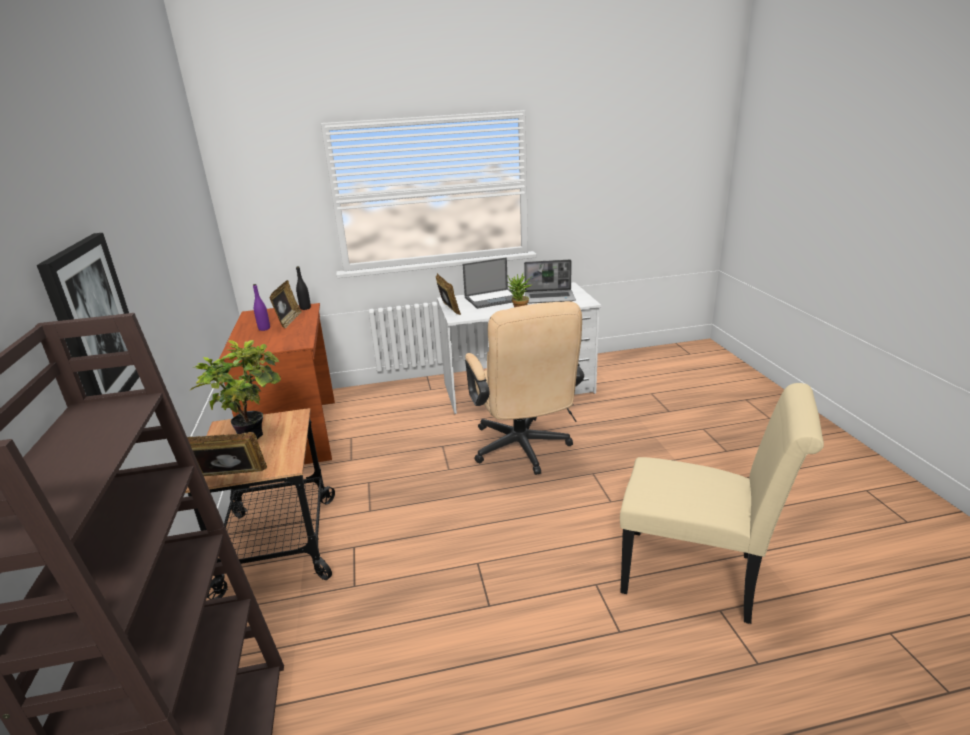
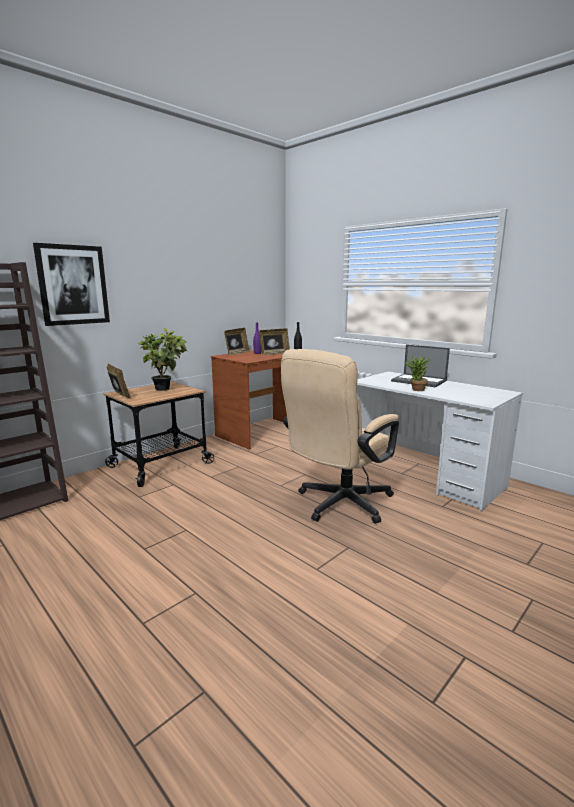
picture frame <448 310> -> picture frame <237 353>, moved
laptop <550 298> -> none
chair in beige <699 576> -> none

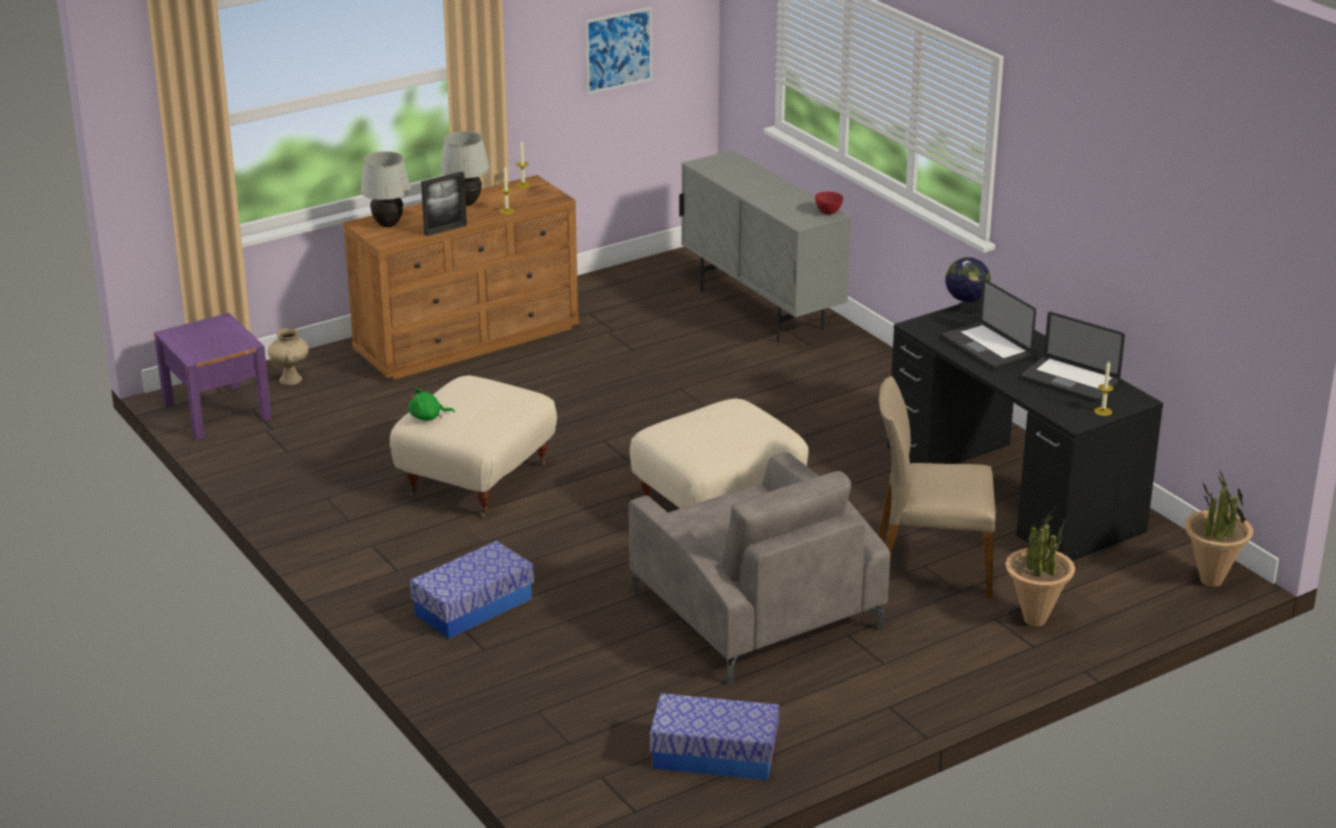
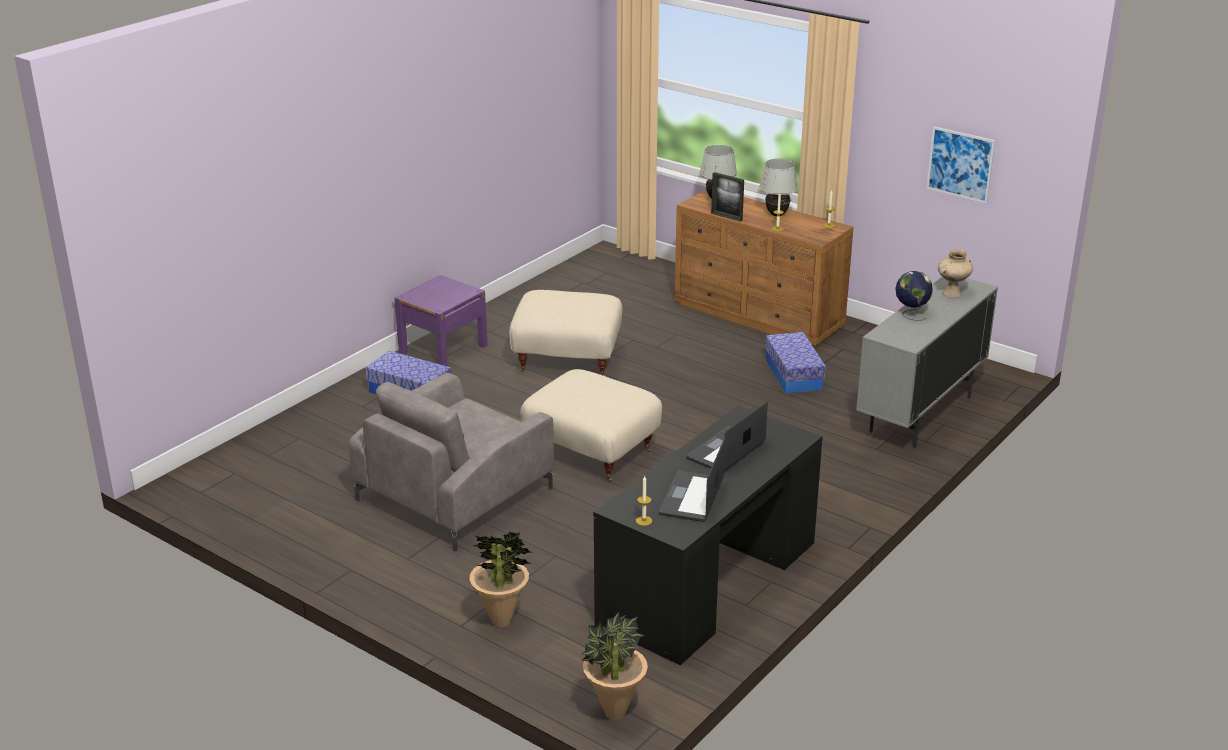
nightstand in purple <217 411> -> nightstand in purple <443 349>, moved
vase in beige <291 380> -> vase in beige <952 294>, moved
plush toy in green <428 417> -> none
storage box <714 755> -> storage box <793 374>, moved
bowl in red <827 212> -> none
chair in beige <931 567> -> none
globe <965 311> -> globe <911 314>, moved

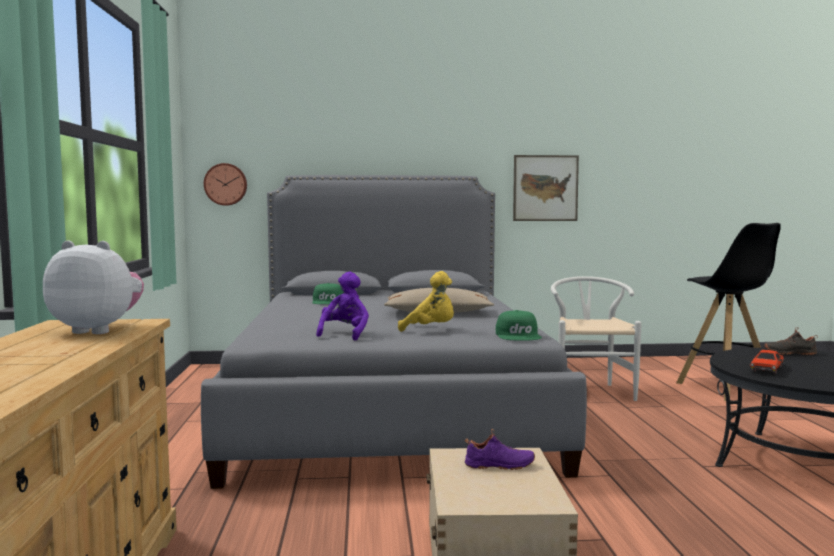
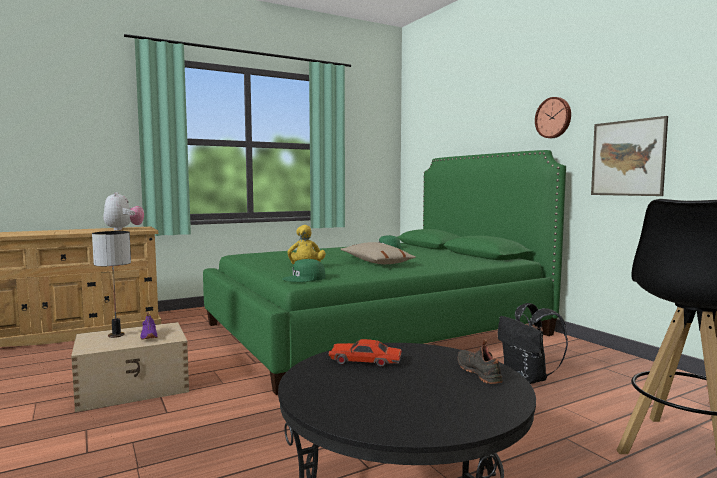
bed in grey <387 406> -> bed in green <376 329>
wall clock <226 184> -> wall clock <554 118>, moved
plush toy in purple <345 334> -> none
chair in white <590 391> -> backpack in black <527 379>
none -> table lamp <116 335>

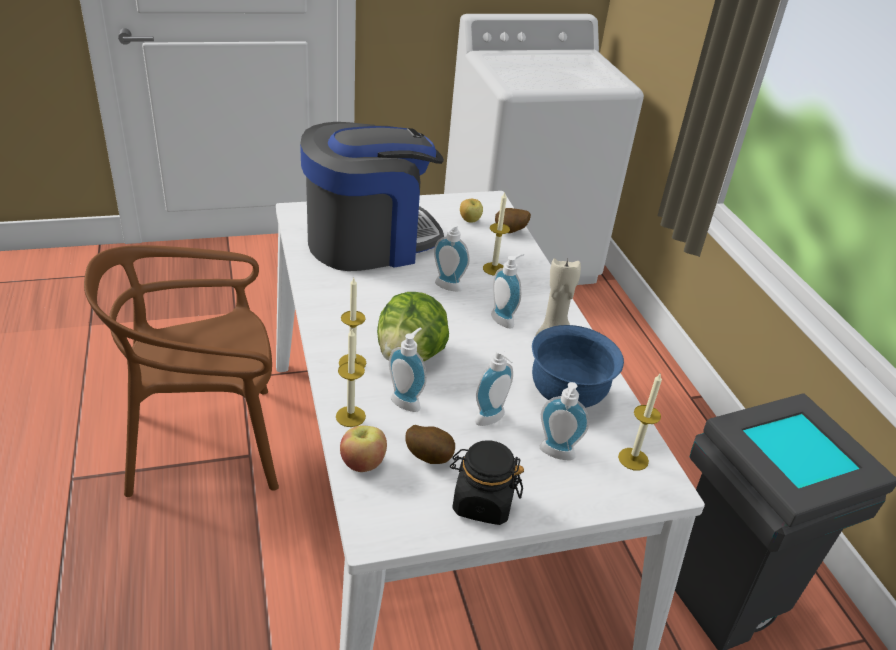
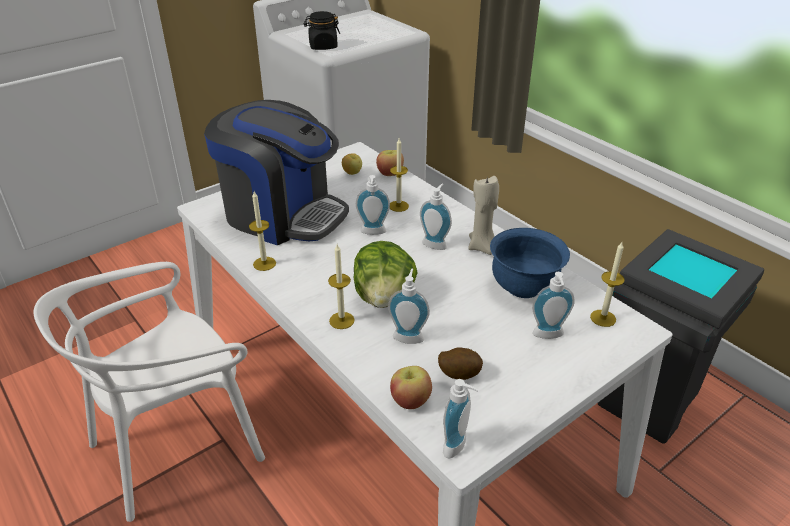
chair in brown <205 444> -> chair in white <176 446>
coffee machine <370 241> -> coffee machine <283 214>, 75 degrees clockwise
candle <350 416> -> candle <264 264>, moved
jar in black <482 502> -> jar in black <323 46>, moved
soap dispenser <492 420> -> soap dispenser <458 446>, moved
potato <510 232> -> apple <390 173>

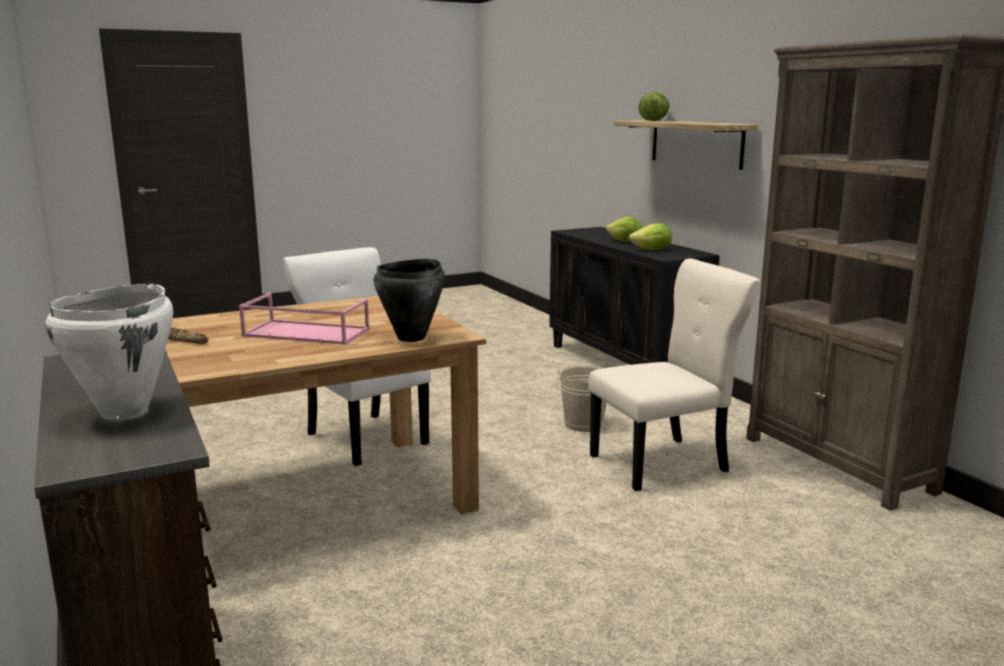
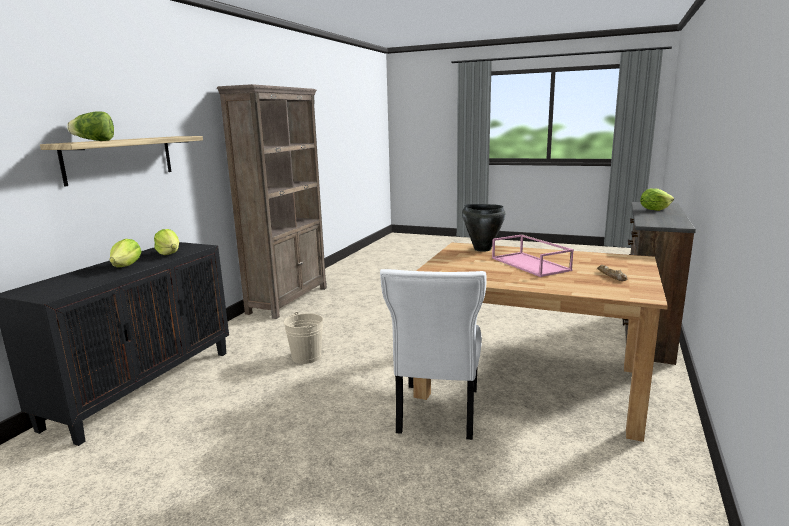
cooking pot in white <125 412> -> lettuce <654 210>
chair in beige <664 463> -> none

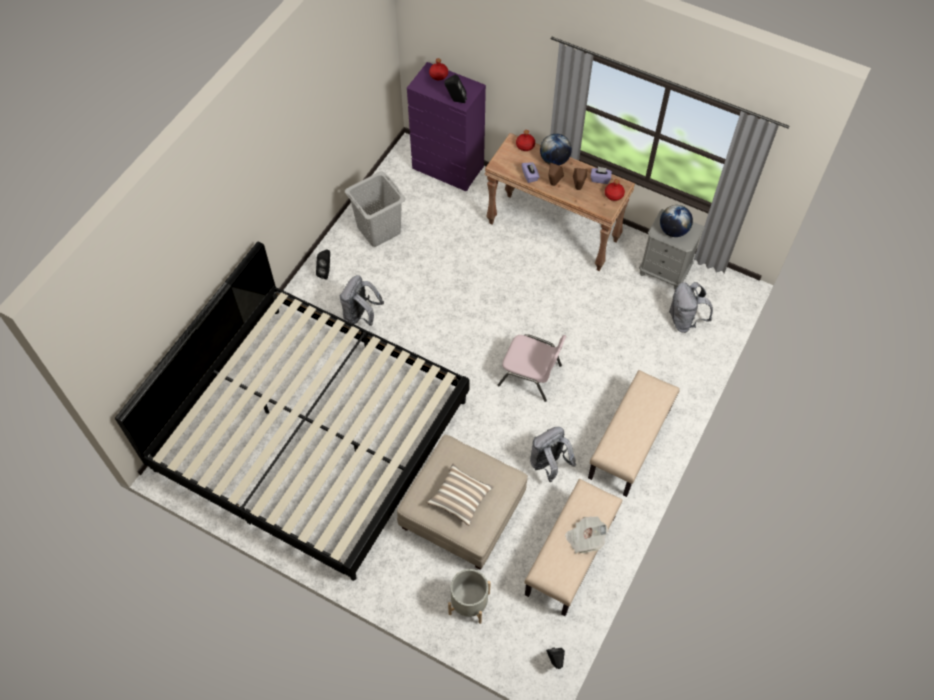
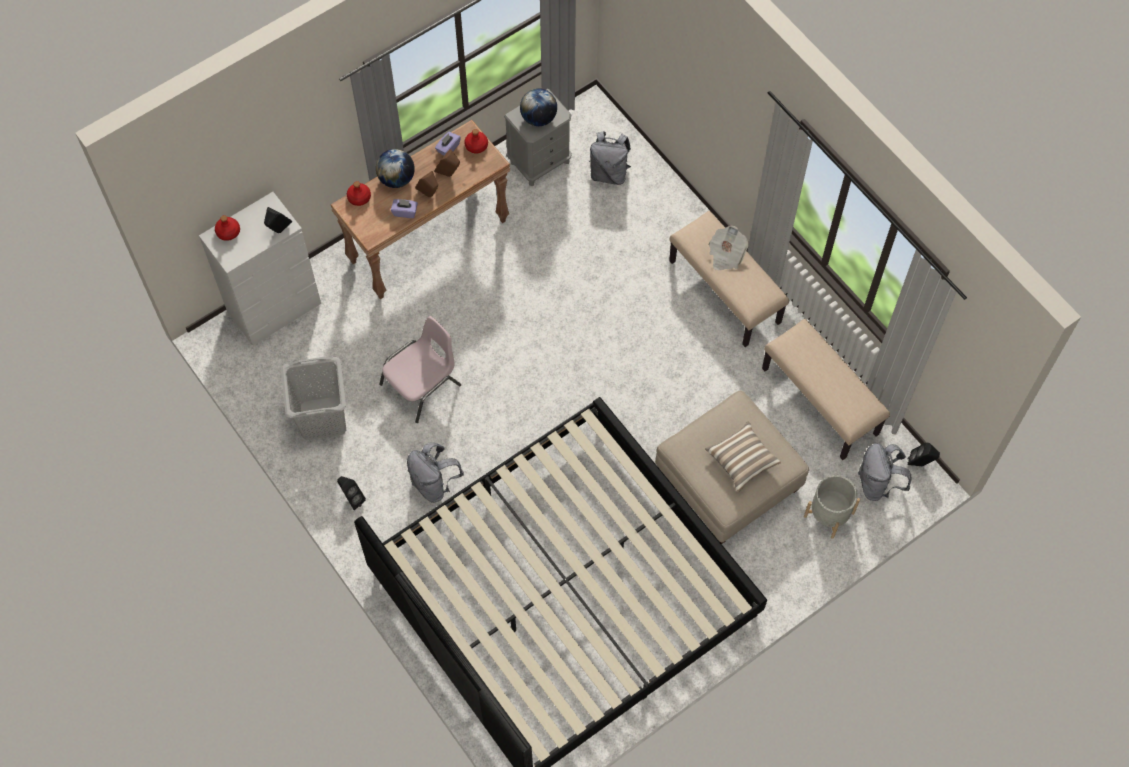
dresser in purple <448 168> -> dresser in white <275 307>
chair in pink <531 375> -> chair in pink <422 385>, moved
backpack in grey <549 464> -> backpack in grey <877 484>, moved
newspaper <585 538> -> newspaper <726 255>, moved

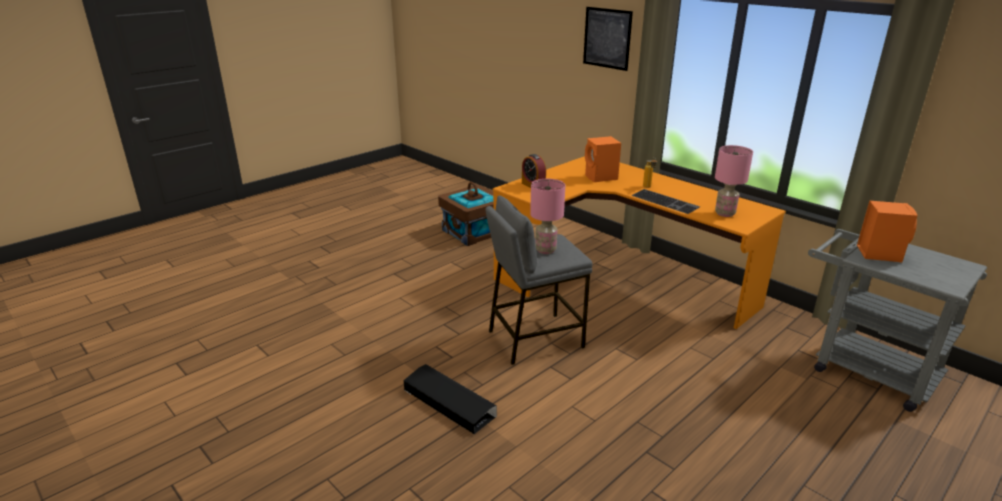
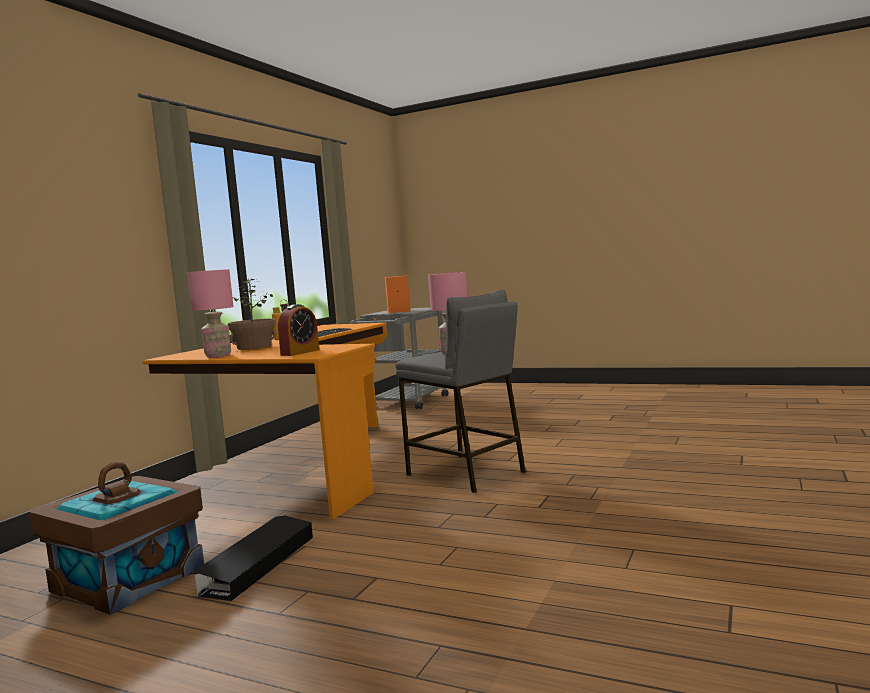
storage box in black <449 403> -> storage box in black <256 565>, moved
picture <607 38> -> none
speaker in orange <601 177> -> potted plant <254 347>
table lamp in pink <725 213> -> table lamp in pink <218 356>, moved

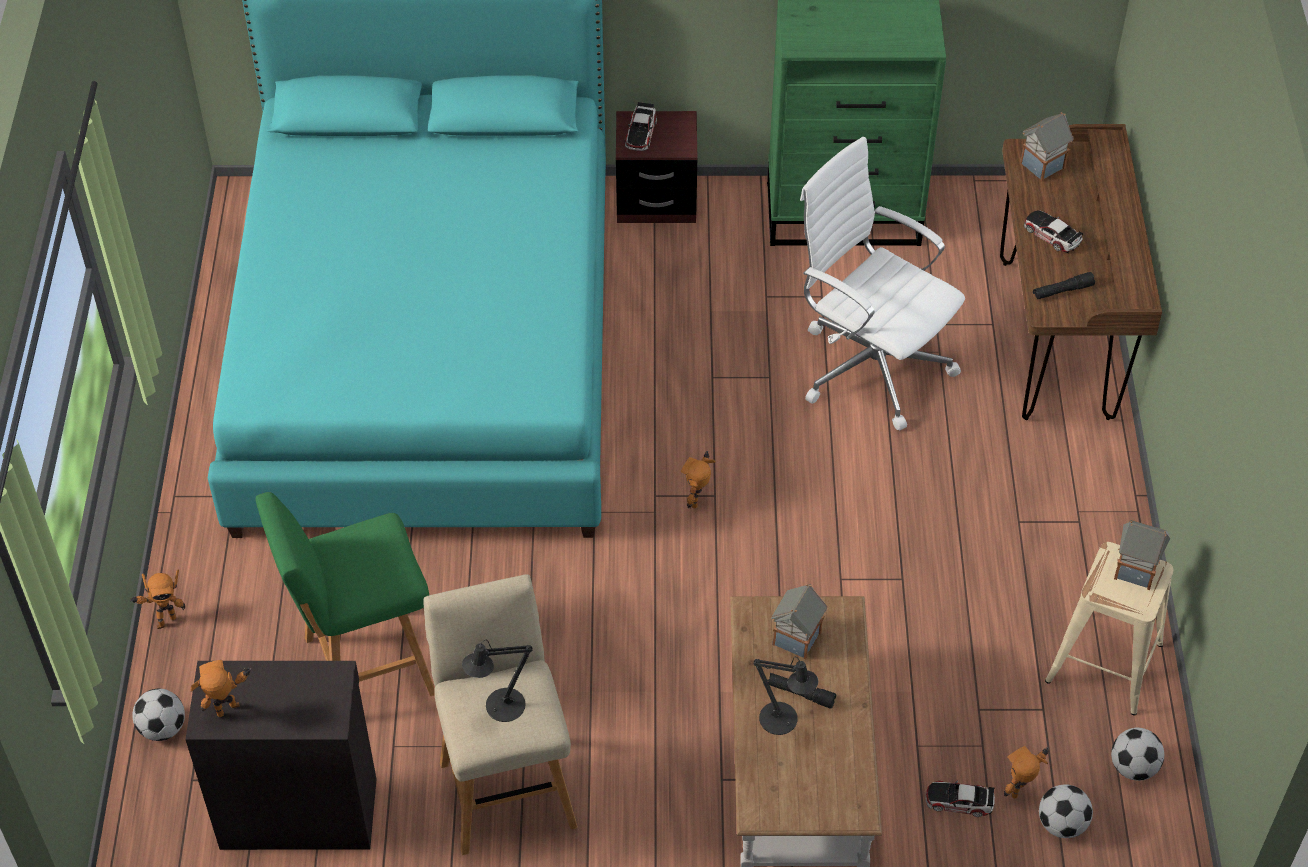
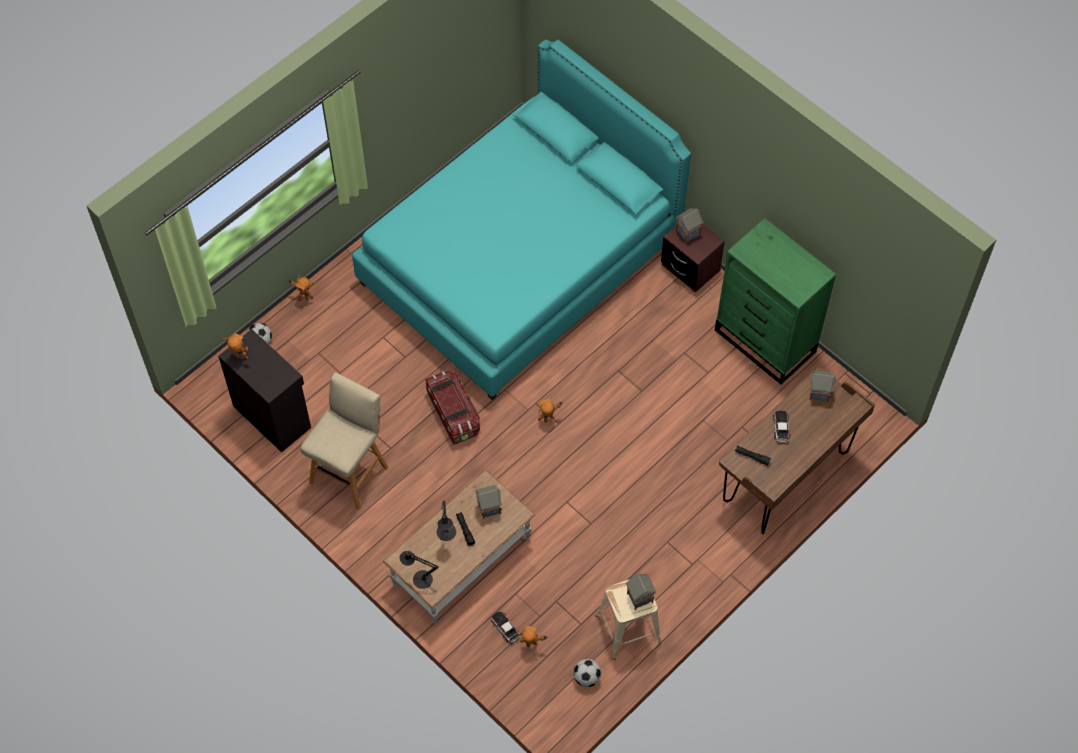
stool in green <364 667> -> none
table lamp in black <500 708> -> table lamp in black <419 579>, moved
toy car <640 132> -> toy house <688 232>
office chair in white <870 365> -> none
football <1062 824> -> none
none -> storage box <453 414>

